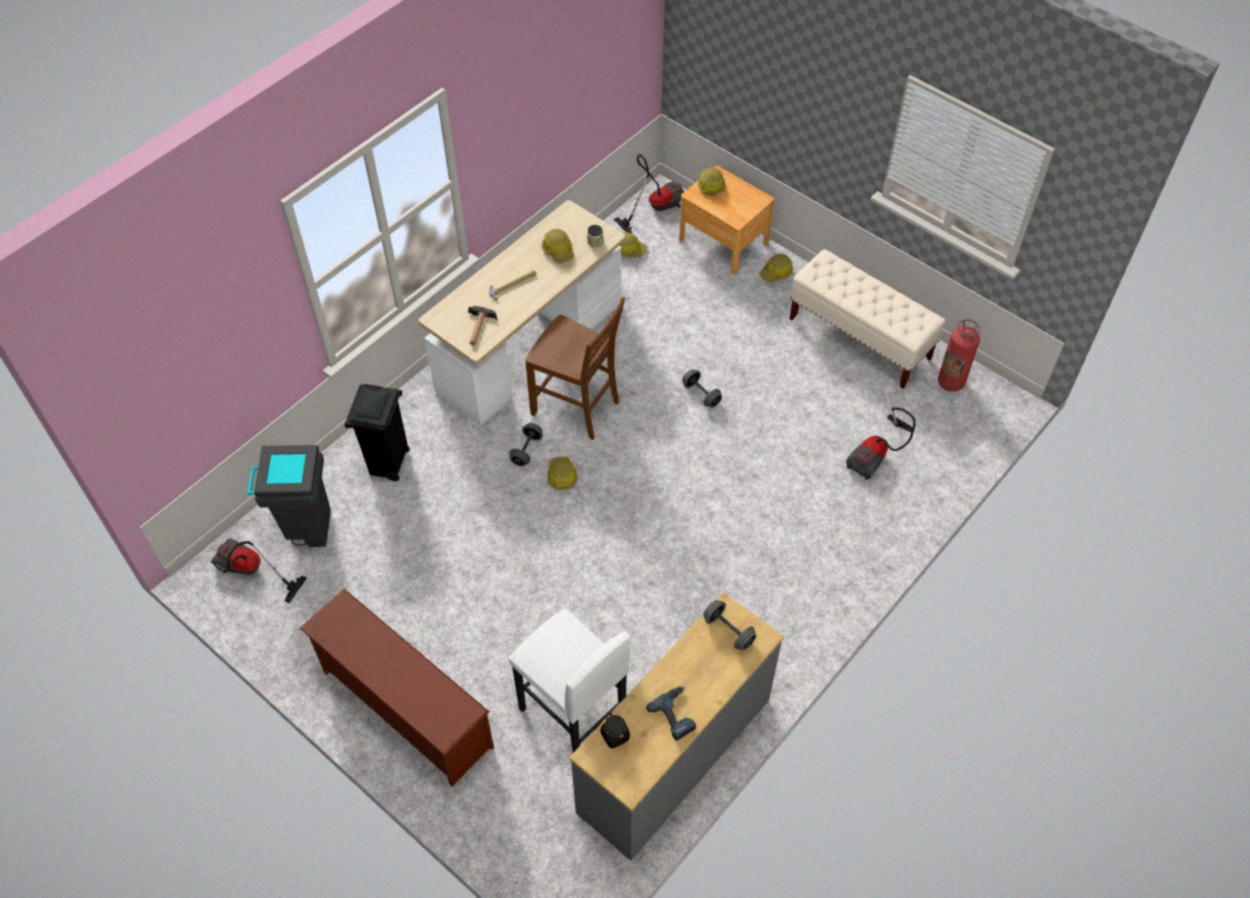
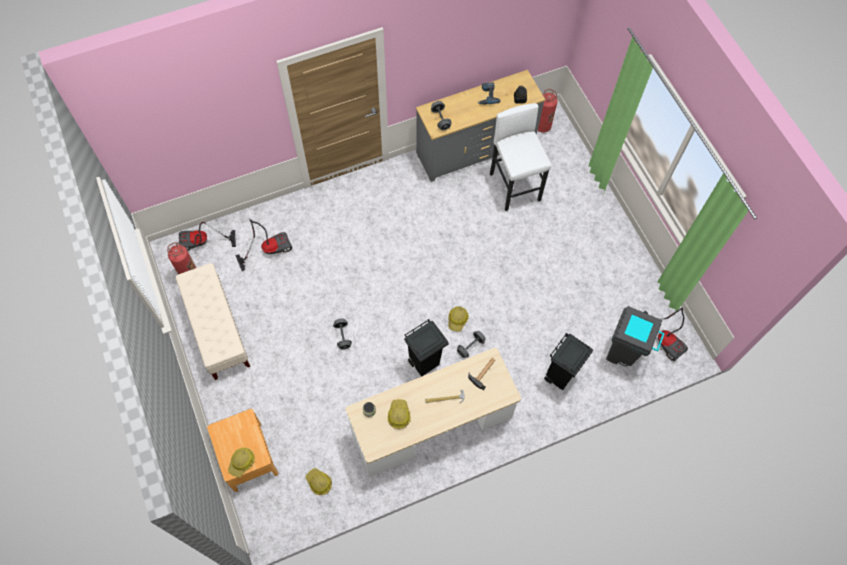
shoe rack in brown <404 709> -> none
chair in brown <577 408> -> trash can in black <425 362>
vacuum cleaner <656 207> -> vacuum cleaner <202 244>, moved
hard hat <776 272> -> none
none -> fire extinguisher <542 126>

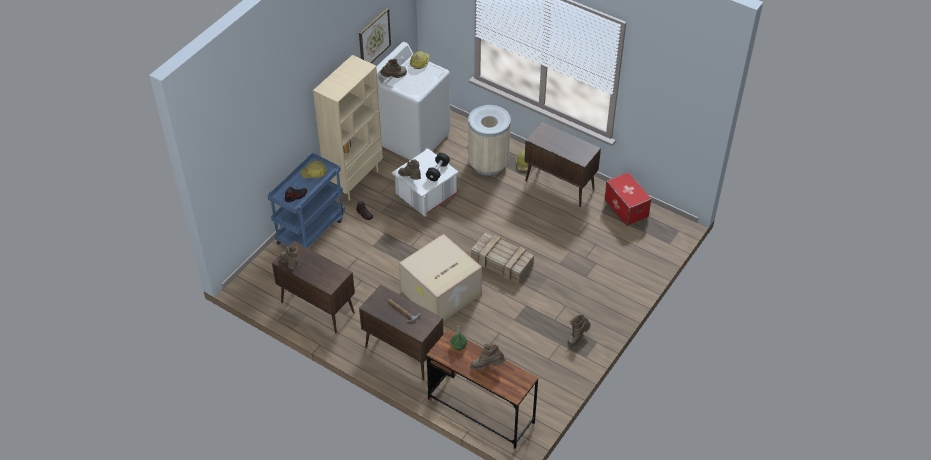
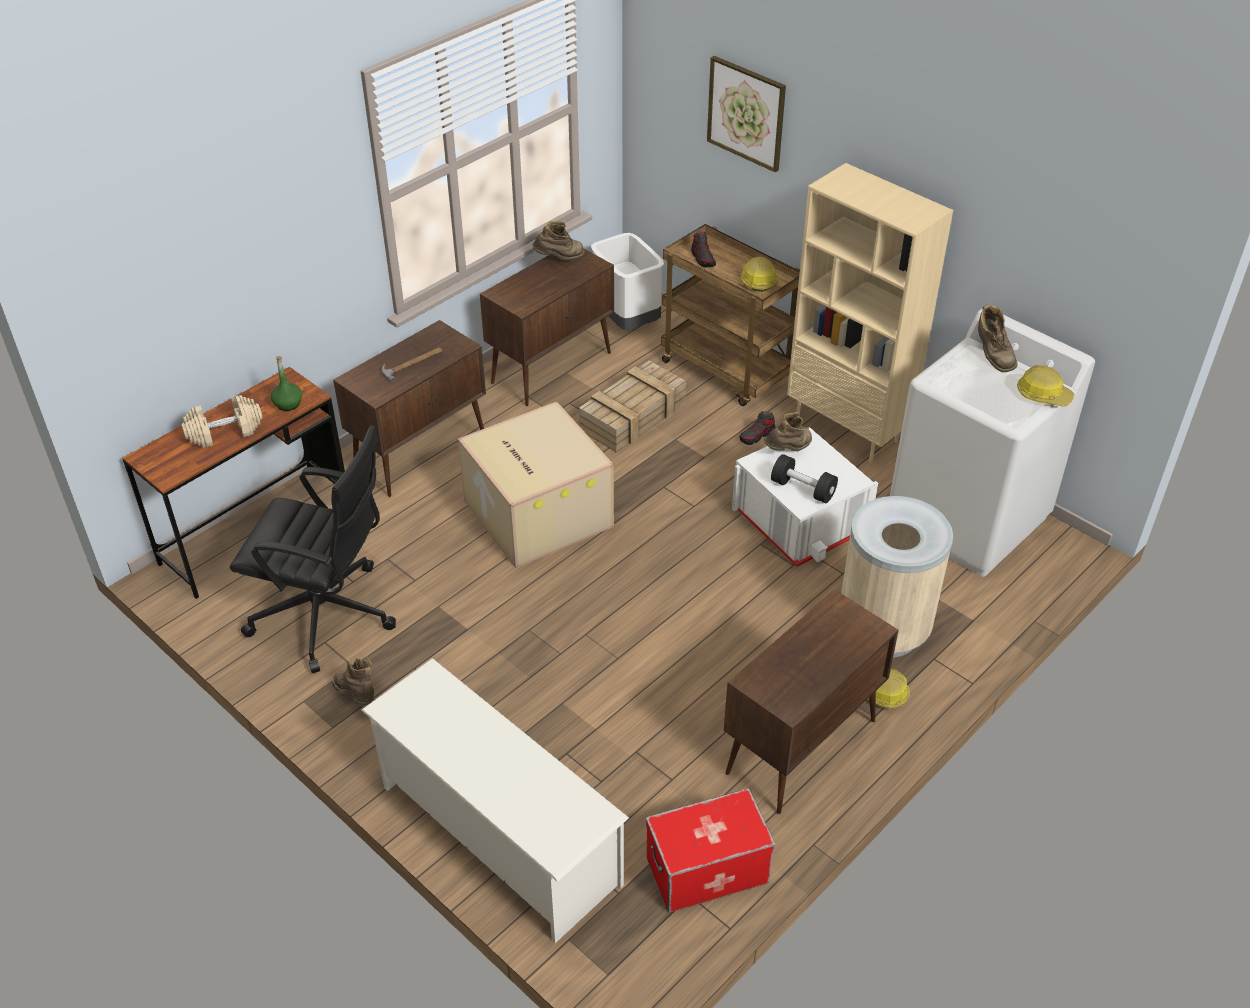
cart in blue <310 230> -> cart in brown <727 371>
picture <374 38> -> picture <746 113>, moved
crate <501 262> -> crate <633 415>, moved
boot in brown <487 365> -> dumbbell in beige <225 432>
none -> office chair in black <327 615>
none -> shoe rack in white <498 834>
none -> trash can in white <626 321>

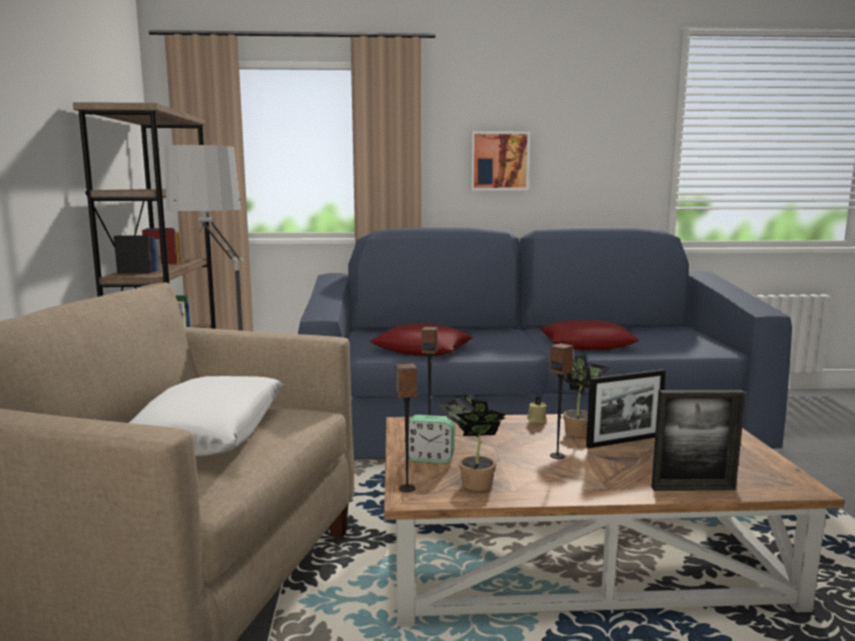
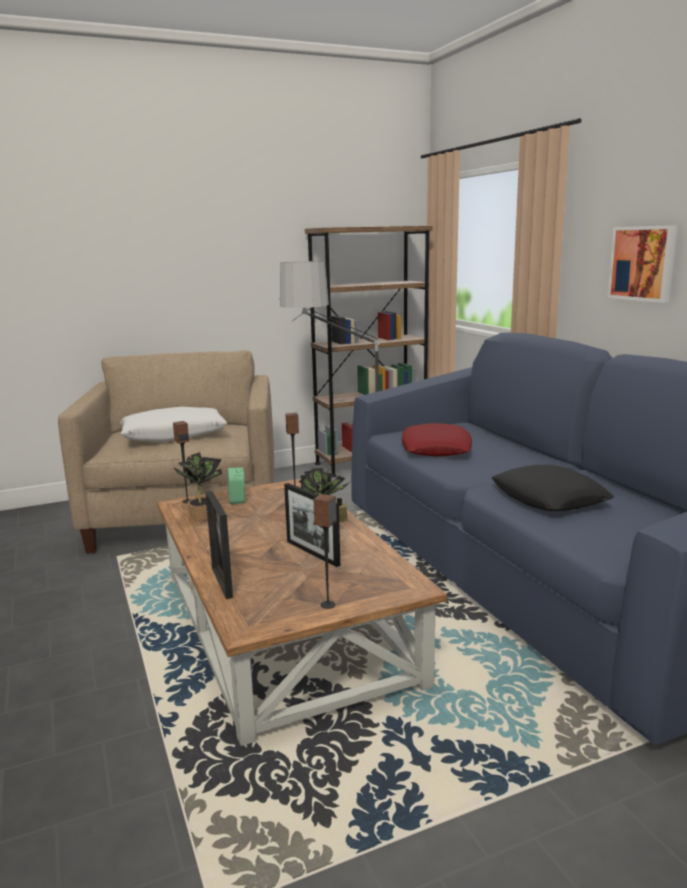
pillow in red <587 344> -> pillow in black <549 498>
speaker <557 456> -> speaker <328 605>, moved

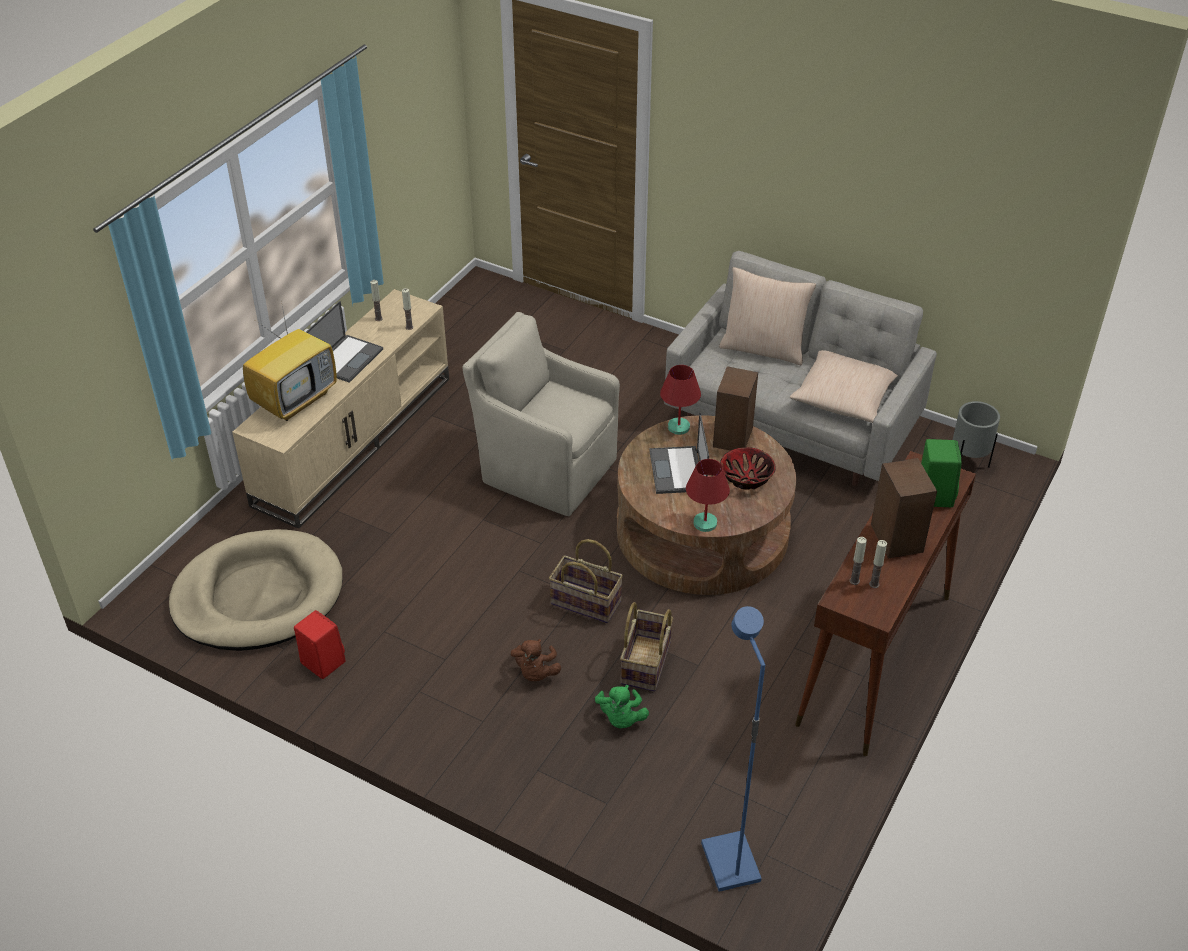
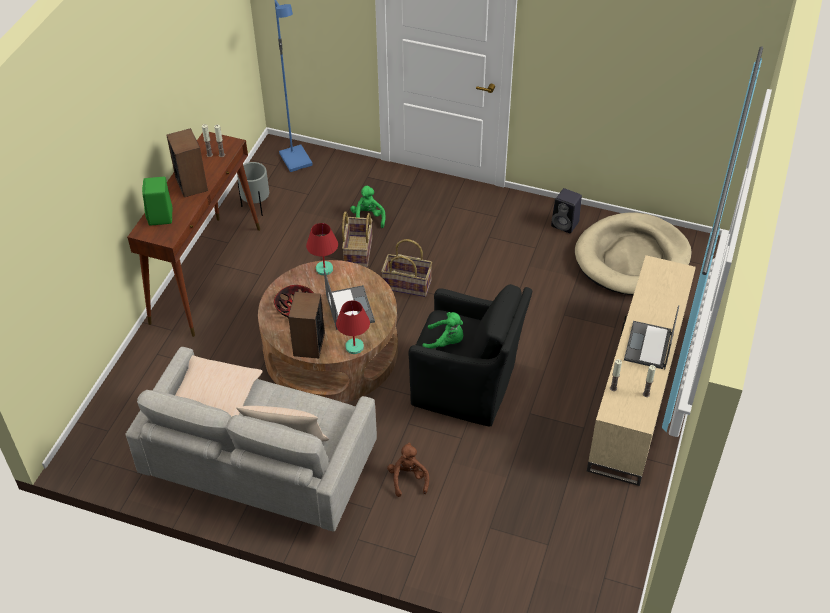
television <296 399> -> none
speaker in red <321 662> -> speaker in black <566 224>
armchair in beige <546 469> -> armchair in black <467 387>
plush toy in brown <535 673> -> plush toy in brown <408 479>, moved
planter in grey <967 463> -> planter in grey <257 207>, moved
none -> plush toy in green <446 342>

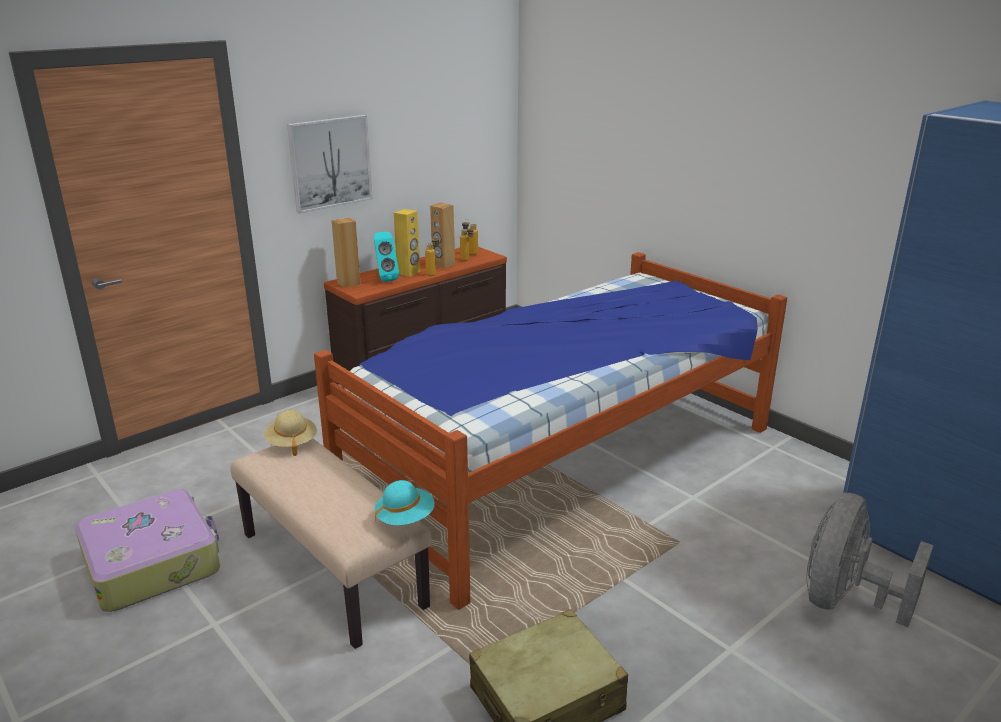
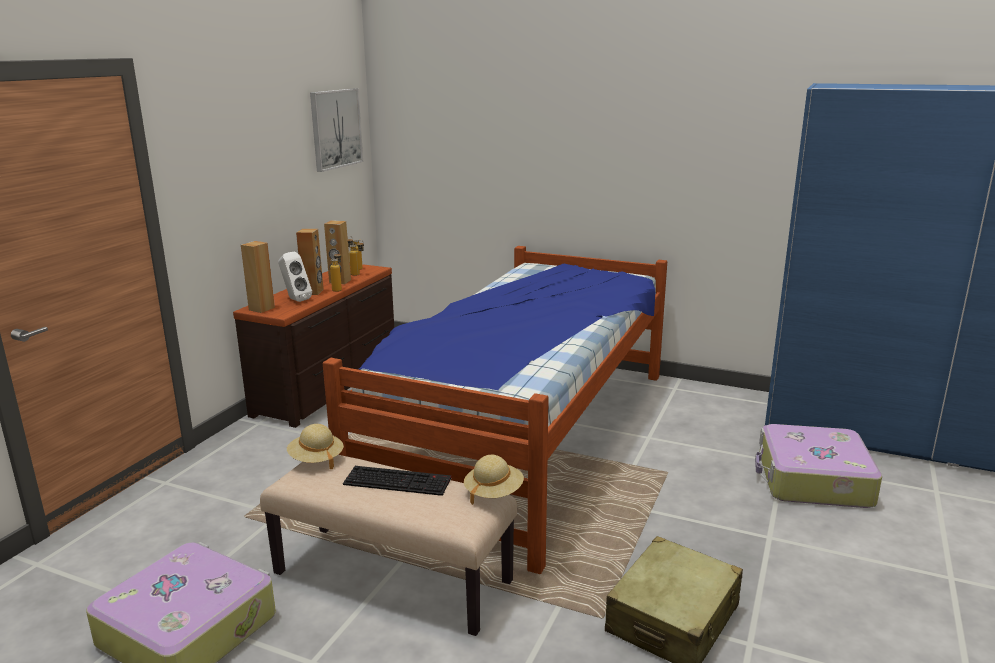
picture <330 163> -> picture <335 129>, moved
speaker in turquoise <385 278> -> speaker in white <295 300>
hat in turquoise <405 518> -> hat in beige <493 493>
speaker in yellow <408 273> -> speaker in brown <313 292>
fan in grey <845 600> -> suitcase <812 480>
none -> keyboard <399 480>

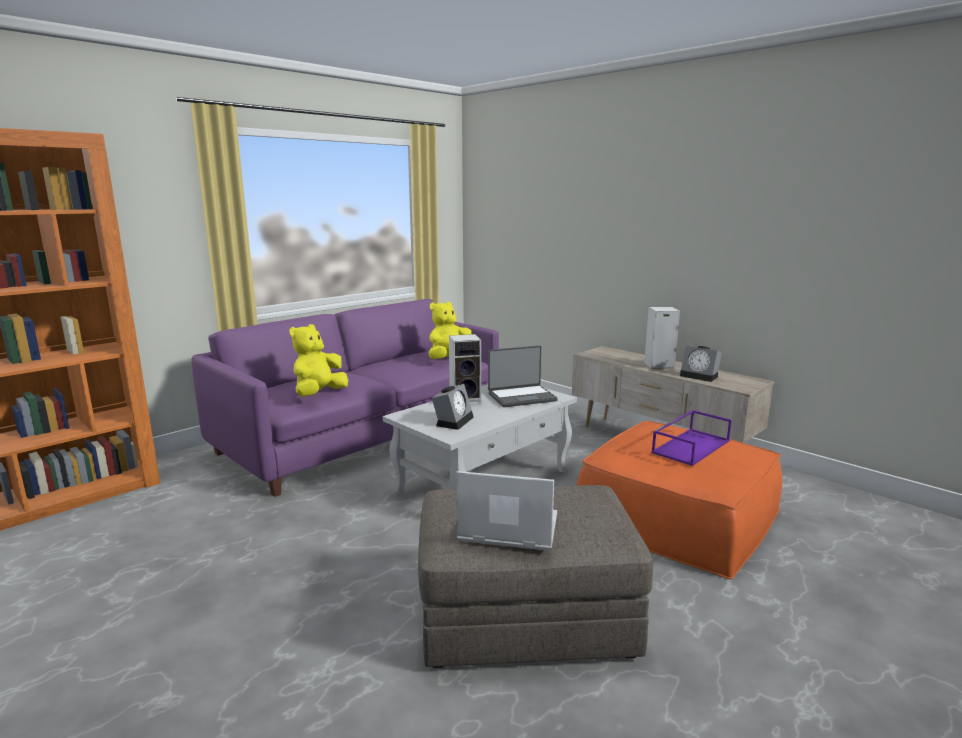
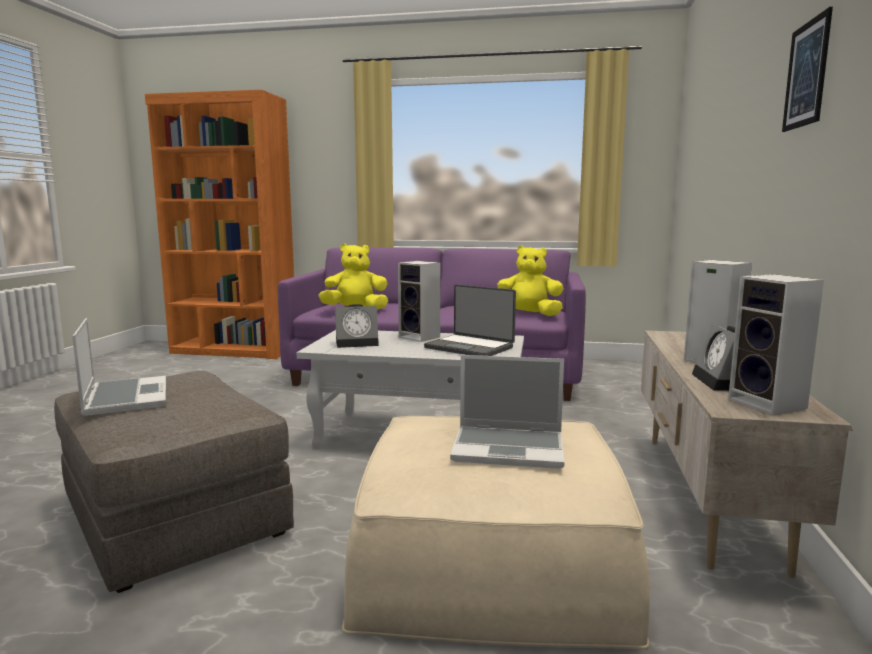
ottoman in orange <676 514> -> ottoman in beige <490 553>
tray in purple <690 446> -> laptop <510 448>
none -> speaker <770 404>
none -> picture <806 74>

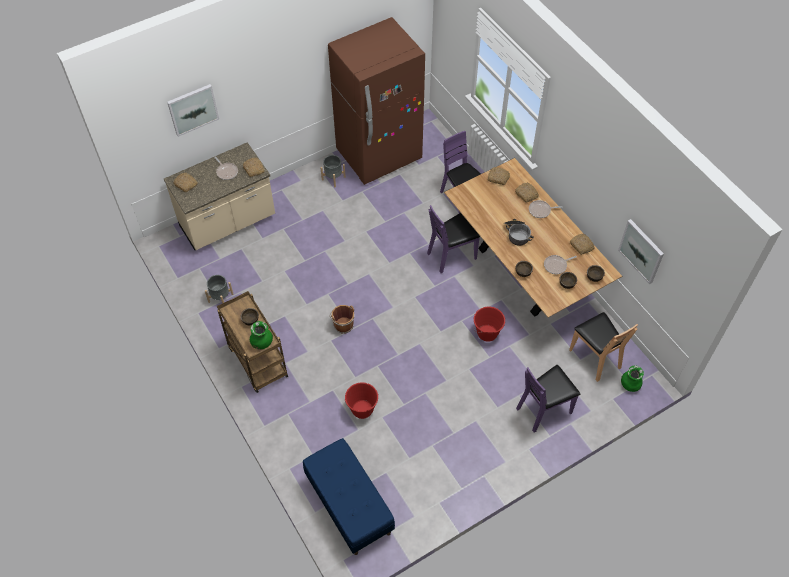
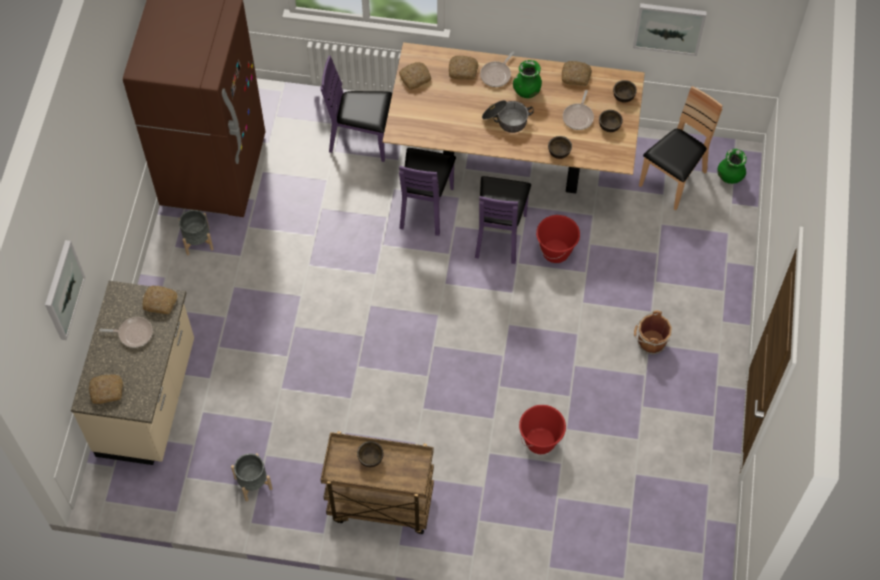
vase in green <262 343> -> vase in green <527 91>, moved
bench in blue <348 505> -> none
bucket in brown <343 324> -> bucket in brown <650 342>, moved
chair in purple <544 409> -> chair in purple <499 235>, moved
chair in brown <595 358> -> chair in brown <673 180>, 60 degrees counterclockwise

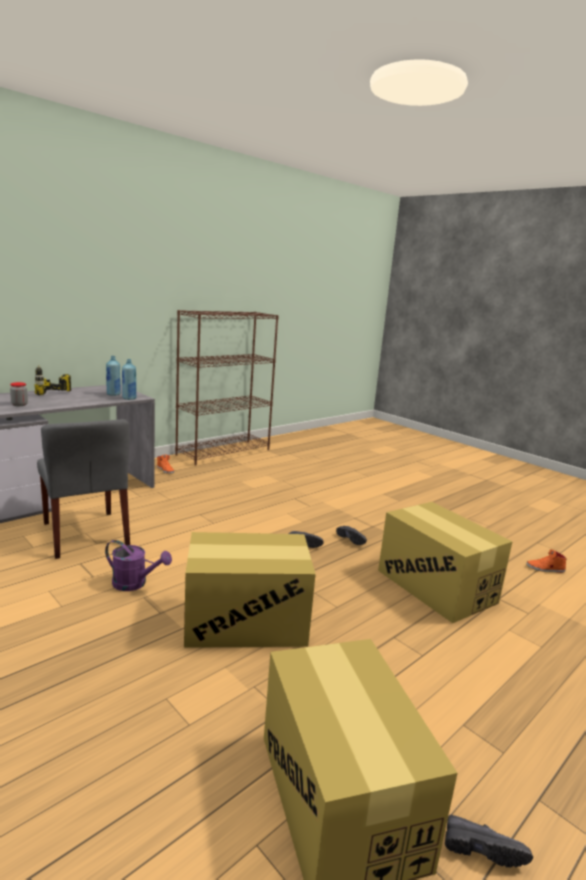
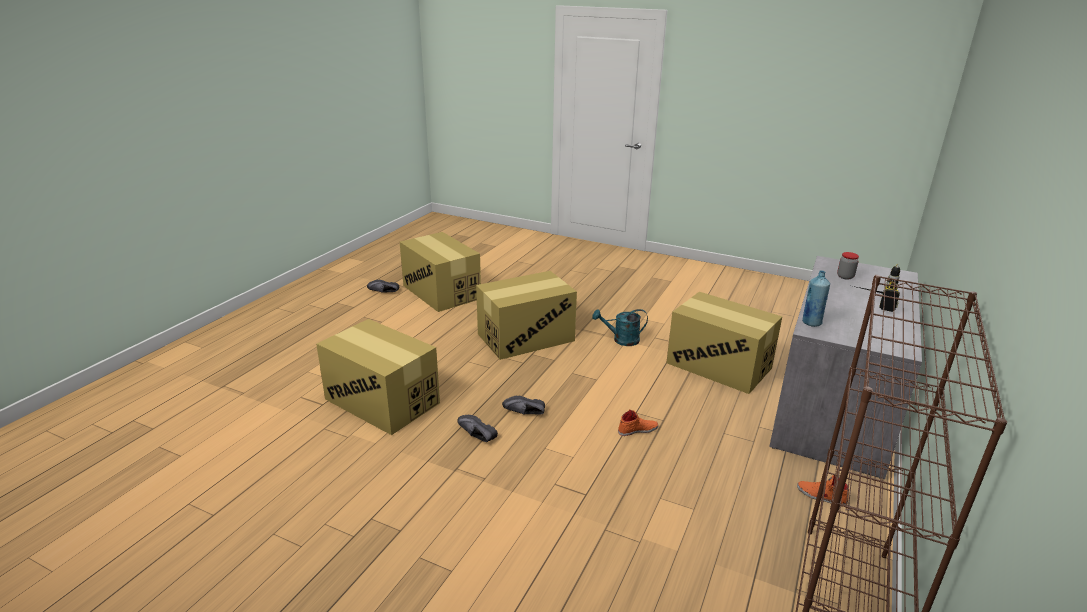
chair in grey <85 534> -> cardboard box <718 365>
watering can in purple <135 584> -> watering can in turquoise <621 340>
bottle in blue <113 394> -> none
shoe in orange <545 569> -> shoe in orange <637 430>, moved

